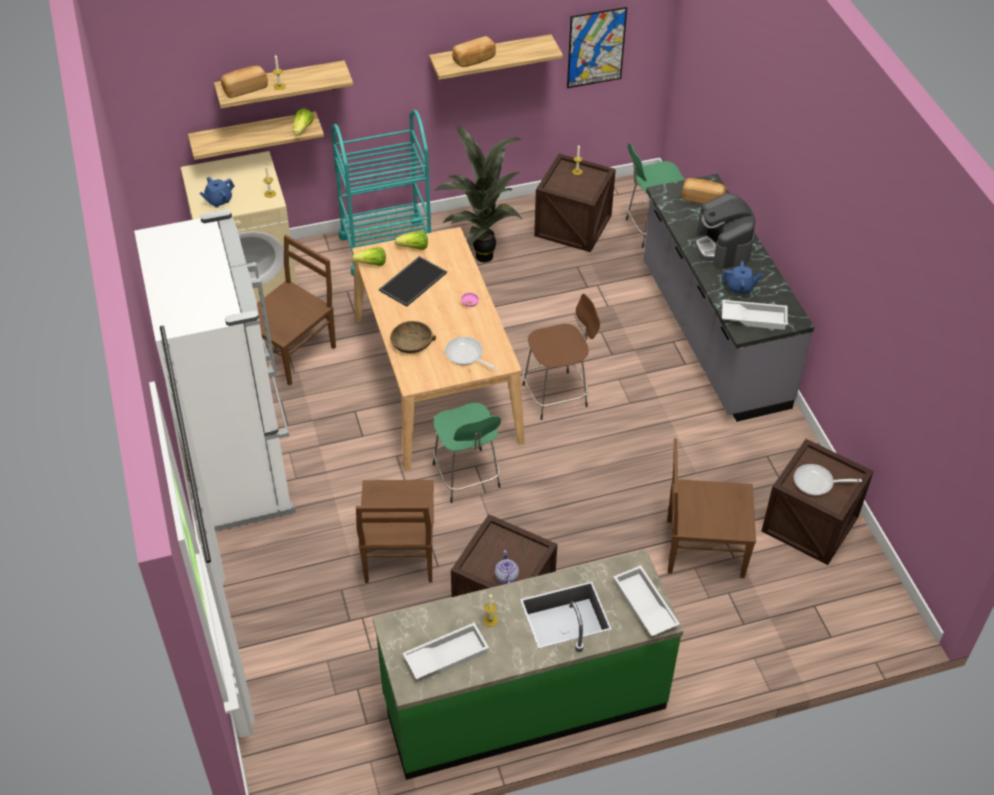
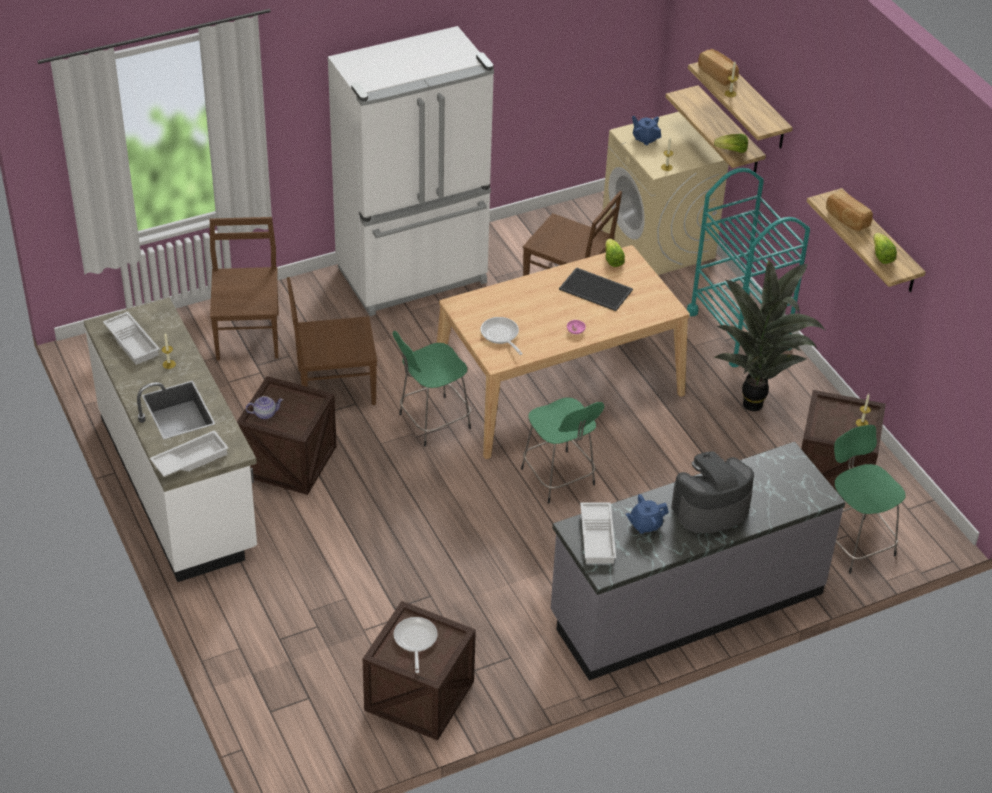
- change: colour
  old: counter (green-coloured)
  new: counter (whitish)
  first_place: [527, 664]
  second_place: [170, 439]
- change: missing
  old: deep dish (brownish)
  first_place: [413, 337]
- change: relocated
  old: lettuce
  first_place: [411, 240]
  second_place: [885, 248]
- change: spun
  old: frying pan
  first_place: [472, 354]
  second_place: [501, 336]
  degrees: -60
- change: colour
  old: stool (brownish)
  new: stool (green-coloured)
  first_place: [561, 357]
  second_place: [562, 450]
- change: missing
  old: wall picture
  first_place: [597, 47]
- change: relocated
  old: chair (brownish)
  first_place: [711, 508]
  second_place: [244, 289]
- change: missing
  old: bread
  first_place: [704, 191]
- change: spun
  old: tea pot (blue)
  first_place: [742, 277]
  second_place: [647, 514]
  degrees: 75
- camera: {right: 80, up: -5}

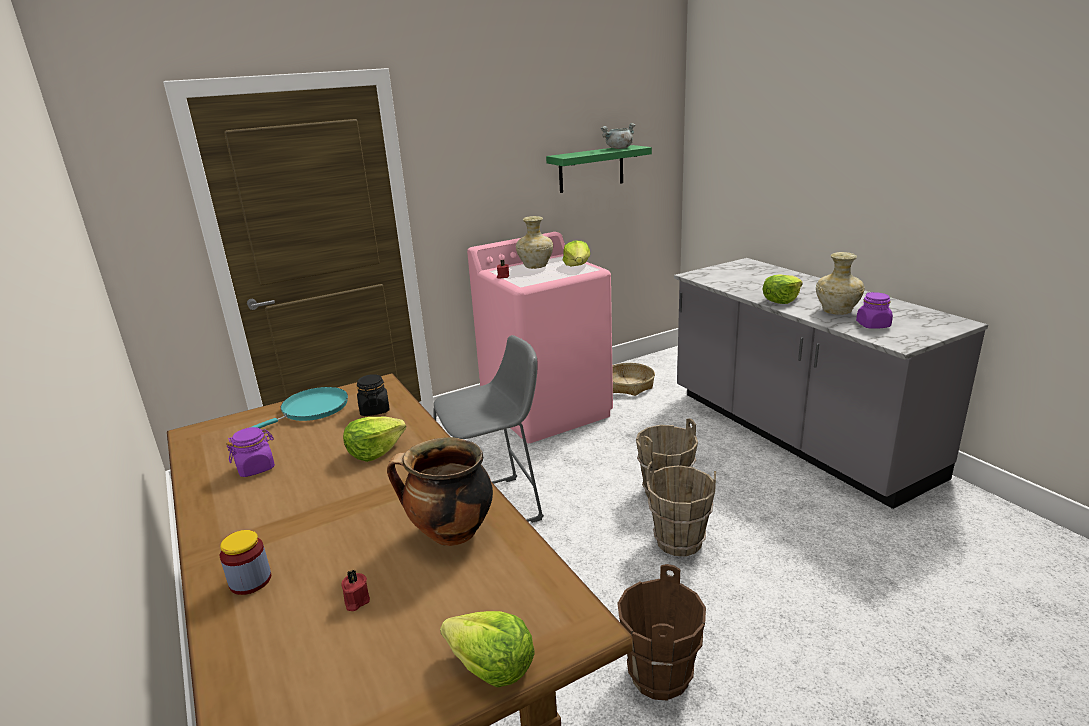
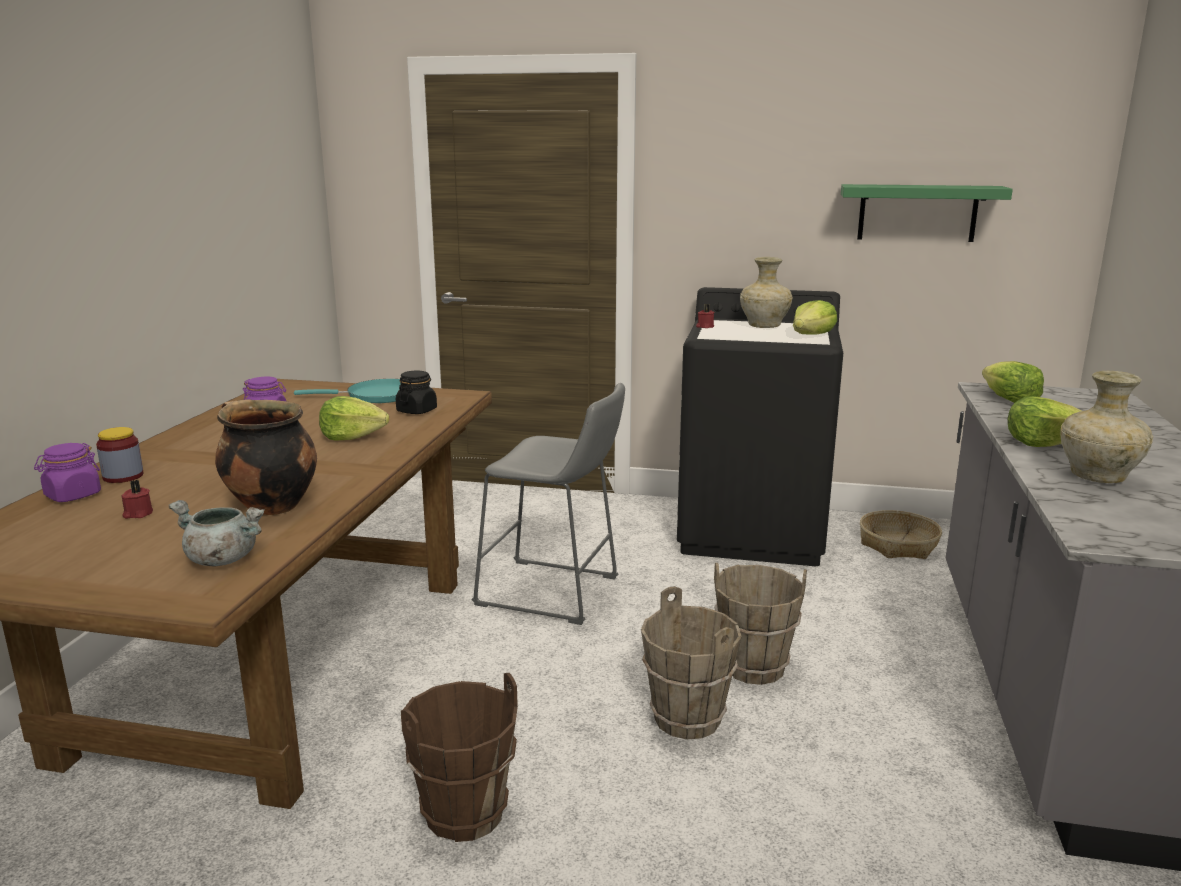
- change: relocated
  old: lettuce
  first_place: [487, 649]
  second_place: [1013, 382]
- change: colour
  old: laundry machine (pink-coloured)
  new: laundry machine (black-coloured)
  first_place: [540, 337]
  second_place: [760, 426]
- change: relocated
  old: saucepot (greyish)
  first_place: [618, 136]
  second_place: [216, 533]
- change: relocated
  old: storage jar (purple-coloured)
  first_place: [874, 310]
  second_place: [67, 472]
- camera: {right: 40, up: -5}

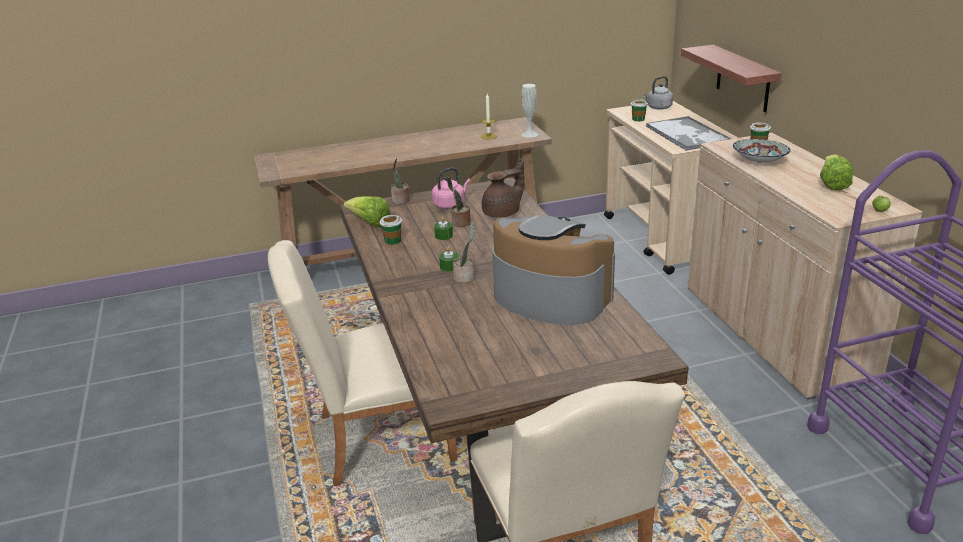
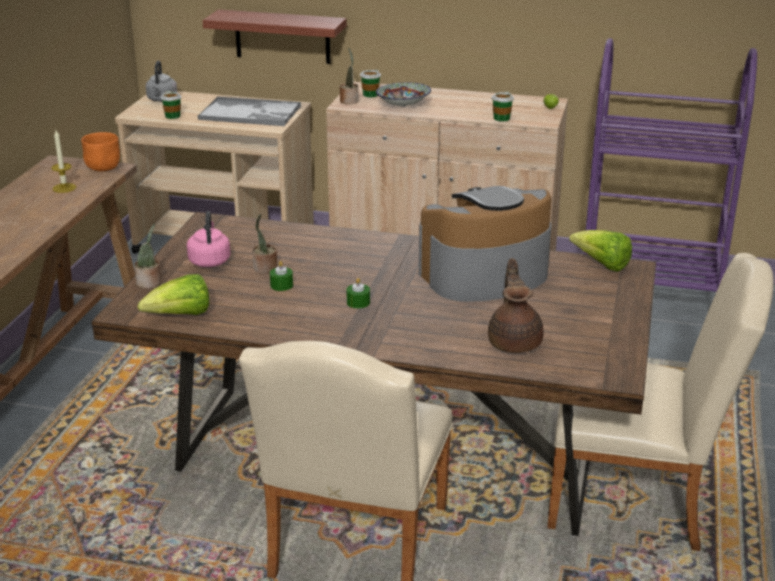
- change: relocated
  old: small cup
  first_place: [391, 230]
  second_place: [503, 107]
- change: relocated
  old: plant in a pot
  first_place: [464, 252]
  second_place: [348, 76]
- change: relocated
  old: tea pot (brownish)
  first_place: [503, 188]
  second_place: [515, 305]
- change: exchanged
  old: vase (whitish)
  new: deep dish (orange)
  first_place: [529, 111]
  second_place: [100, 151]
- change: relocated
  old: lettuce
  first_place: [836, 172]
  second_place: [600, 251]
- camera: {right: -60, up: 0}

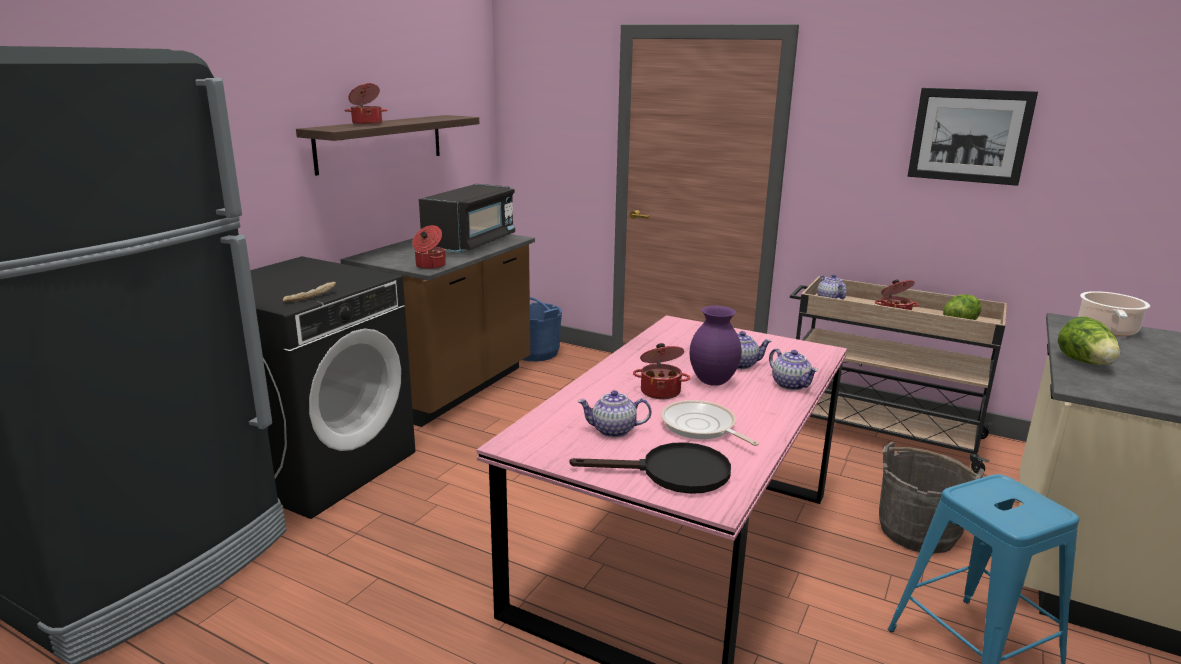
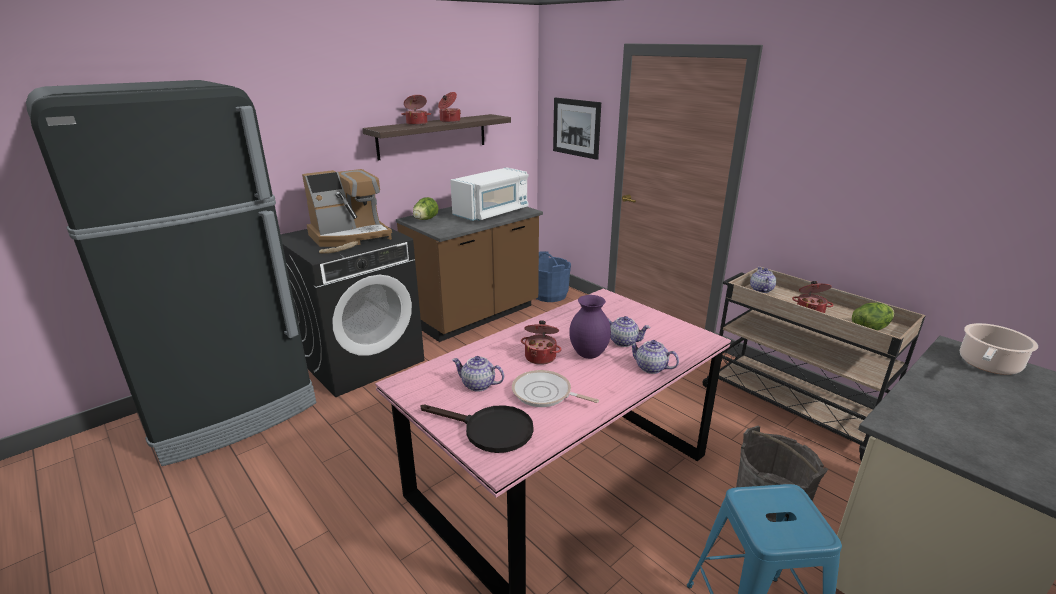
- change: relocated
  old: saucepot
  first_place: [429, 247]
  second_place: [449, 107]
- change: colour
  old: microwave (black-coloured)
  new: microwave (whitish)
  first_place: [467, 218]
  second_place: [489, 194]
- change: spun
  old: frying pan
  first_place: [710, 423]
  second_place: [555, 388]
  degrees: -45
- change: spun
  old: tea pot
  first_place: [793, 369]
  second_place: [654, 357]
  degrees: 135
- change: relocated
  old: wall picture
  first_place: [973, 137]
  second_place: [577, 129]
- change: relocated
  old: lettuce
  first_place: [1089, 340]
  second_place: [425, 208]
- change: appeared
  new: coffee maker
  second_place: [347, 208]
- camera: {right: 20, up: 5}

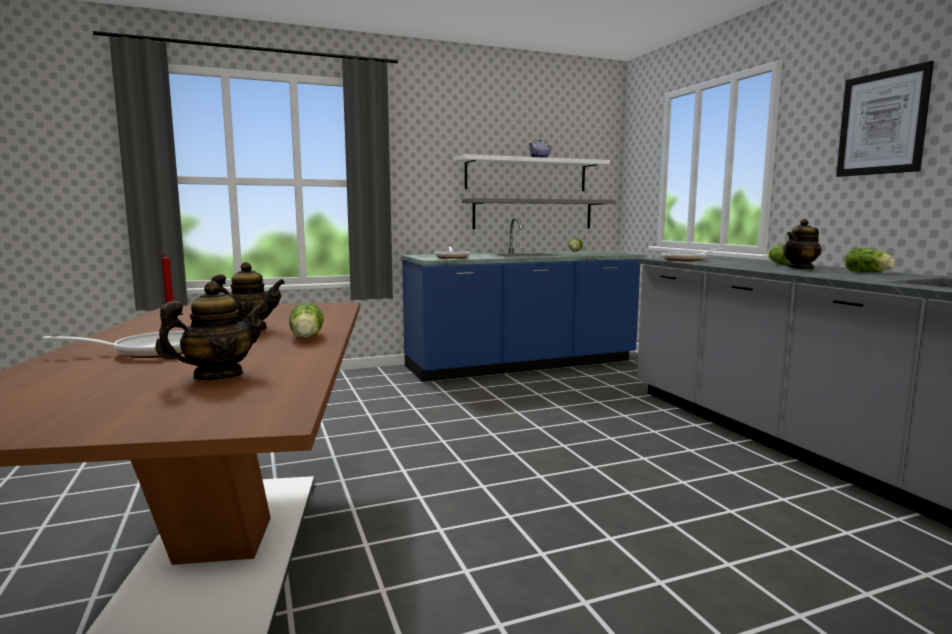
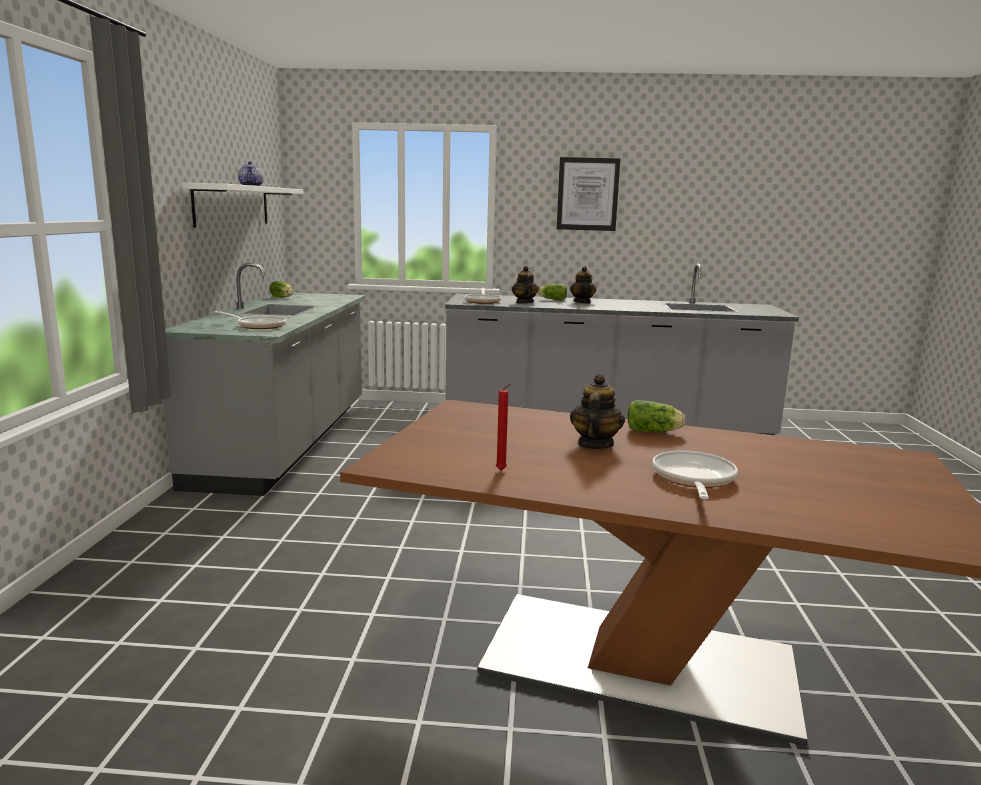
- change: relocated
  old: tea pot
  first_place: [211, 330]
  second_place: [525, 285]
- change: colour
  old: counter (blue)
  new: counter (greyish)
  first_place: [523, 299]
  second_place: [264, 379]
- change: missing
  old: bracket shelf (greyish)
  first_place: [539, 214]
- change: missing
  old: lettuce
  first_place: [870, 260]
- camera: {right: -65, up: 5}

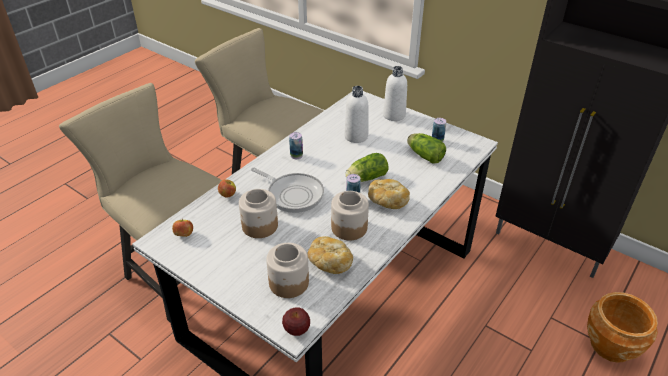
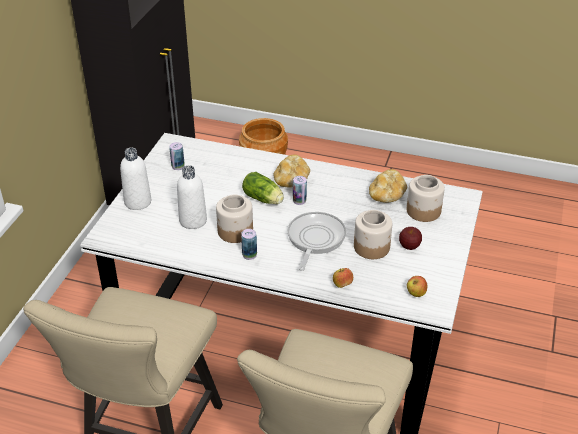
- change: relocated
  old: apple
  first_place: [296, 321]
  second_place: [410, 238]
- change: relocated
  old: storage jar
  first_place: [350, 215]
  second_place: [234, 218]
- change: missing
  old: lettuce
  first_place: [426, 148]
- camera: {right: -110, up: 0}

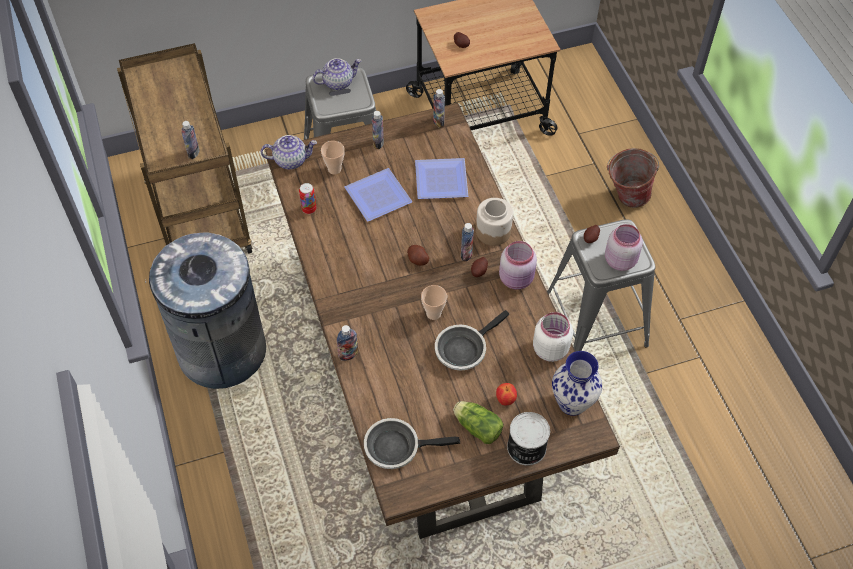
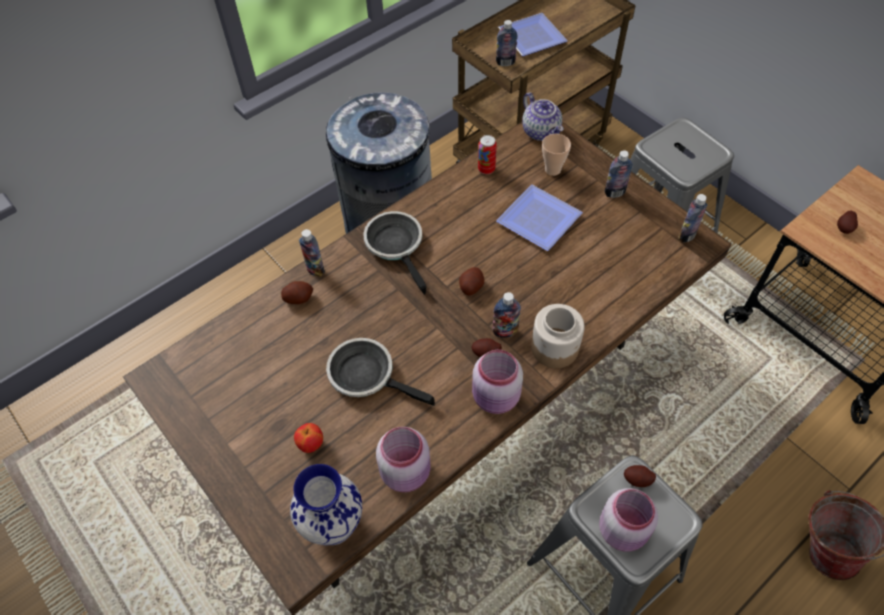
- change: missing
  old: tea pot
  first_place: [337, 74]
- change: relocated
  old: frying pan
  first_place: [412, 443]
  second_place: [395, 253]
- change: relocated
  old: plate
  first_place: [441, 178]
  second_place: [533, 34]
- change: missing
  old: small cup
  first_place: [434, 302]
- change: missing
  old: lettuce
  first_place: [478, 422]
- change: missing
  old: metal can
  first_place: [528, 439]
- change: colour
  old: storage jar (whitish)
  new: storage jar (pink-coloured)
  first_place: [553, 337]
  second_place: [403, 459]
- change: appeared
  new: spud
  second_place: [297, 292]
- camera: {right: 70, up: 0}

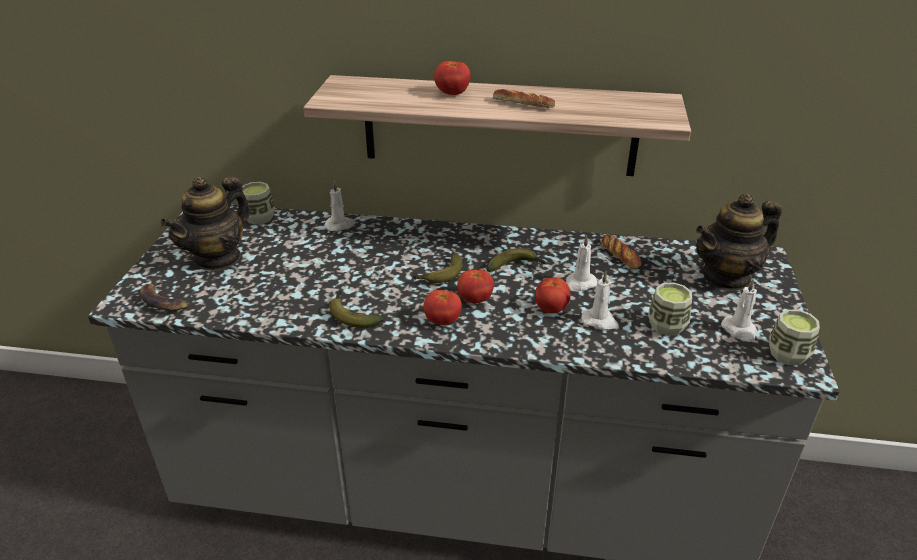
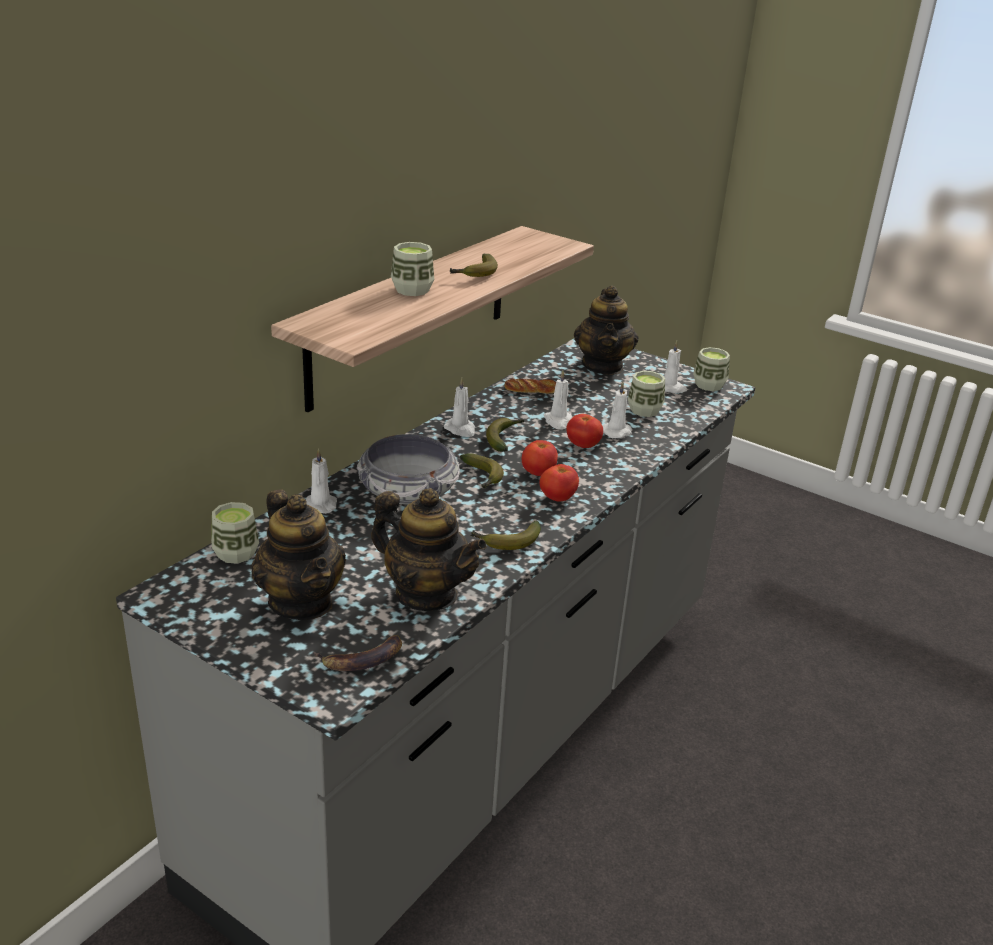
- change: exchanged
  old: whole tomato
  new: small cup
  first_place: [452, 78]
  second_place: [412, 269]
- change: exchanged
  old: bread
  new: banana fruit
  first_place: [524, 98]
  second_place: [474, 265]
- change: appeared
  new: deep dish
  second_place: [408, 469]
- change: appeared
  new: tea pot
  second_place: [429, 549]
- change: appeared
  new: candle (whitish)
  second_place: [459, 407]
- camera: {right: -65, up: -5}

